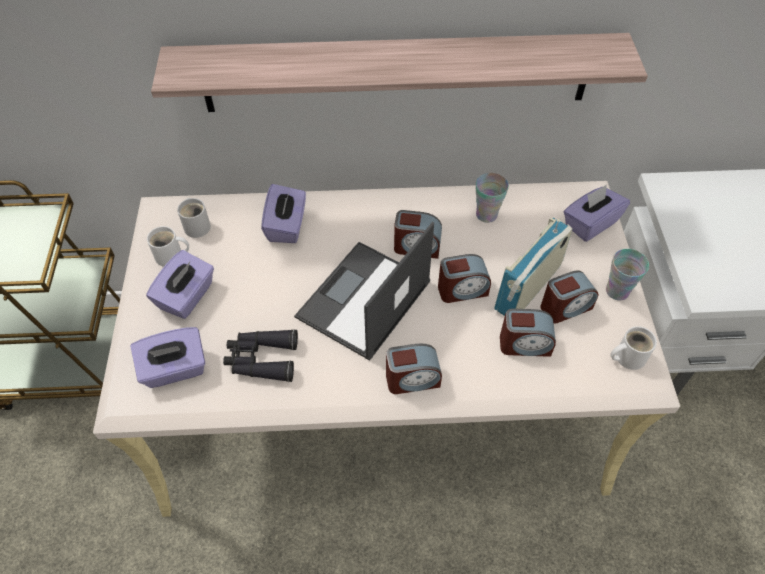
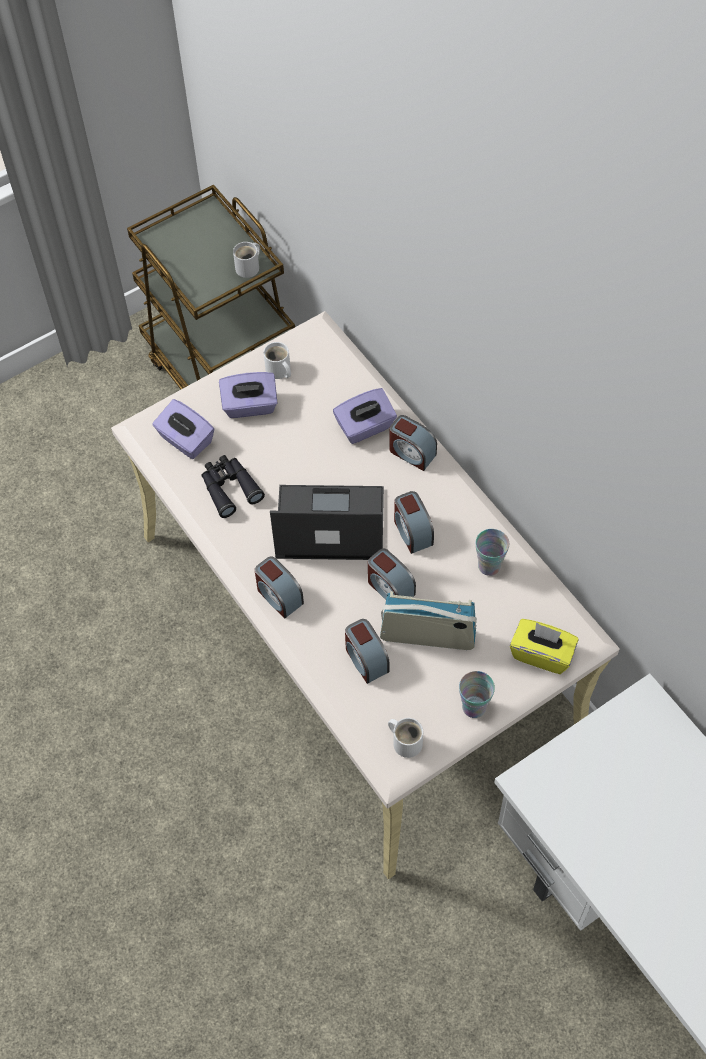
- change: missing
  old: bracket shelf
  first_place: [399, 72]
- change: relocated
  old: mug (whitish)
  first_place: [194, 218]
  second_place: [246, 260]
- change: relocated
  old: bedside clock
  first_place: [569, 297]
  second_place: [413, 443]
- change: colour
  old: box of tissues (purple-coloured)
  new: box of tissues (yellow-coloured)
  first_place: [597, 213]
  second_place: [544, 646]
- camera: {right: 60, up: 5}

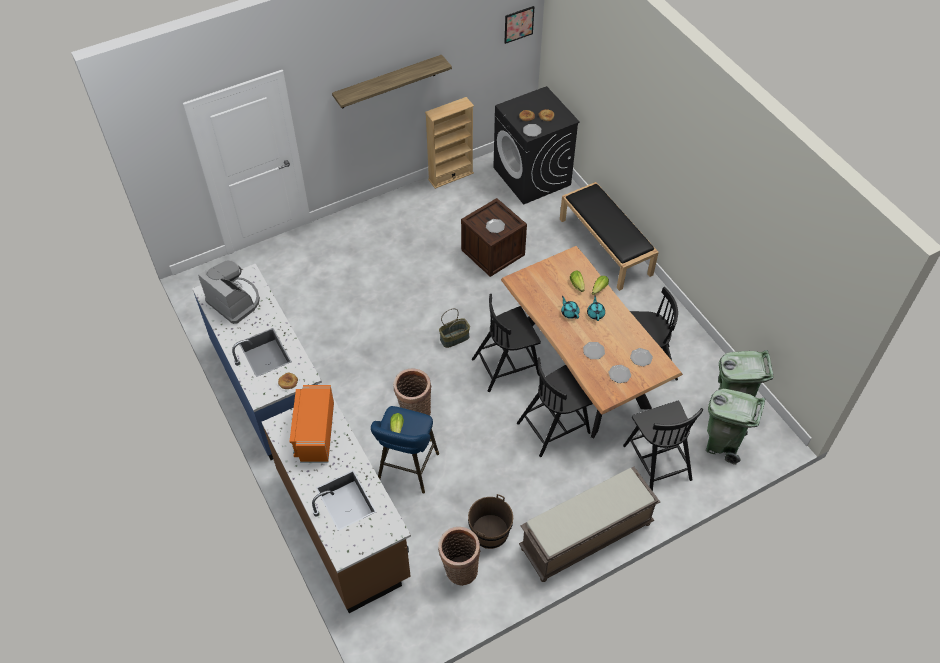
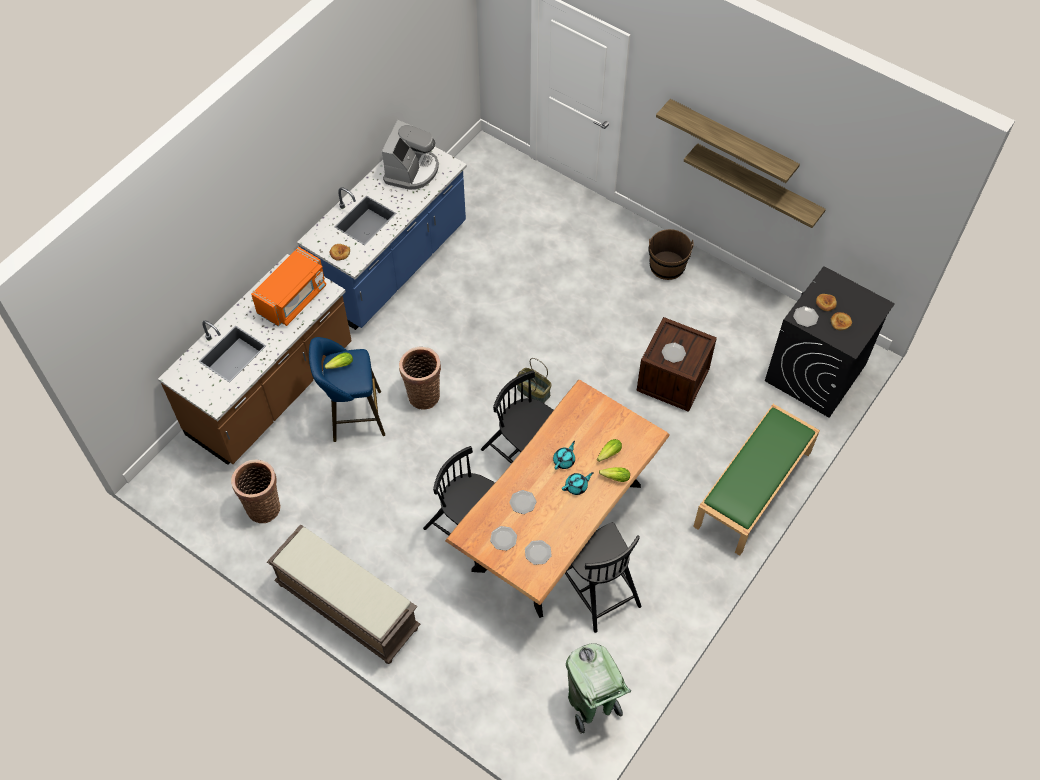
- change: spun
  old: microwave (orange)
  first_place: [312, 423]
  second_place: [288, 287]
  degrees: 150
- change: missing
  old: bookshelf (beige-coloured)
  first_place: [449, 143]
- change: relocated
  old: water bucket (brownish)
  first_place: [490, 521]
  second_place: [671, 254]
- change: missing
  old: wall picture
  first_place: [519, 25]
- change: colour
  old: indoor bench (black-coloured)
  new: indoor bench (green-coloured)
  first_place: [609, 236]
  second_place: [756, 480]
- change: missing
  old: chair (black-coloured)
  first_place: [663, 446]
- change: missing
  old: waste bin (green-coloured)
  first_place: [735, 427]
- change: appeared
  new: bracket shelf
  second_place: [755, 185]
- camera: {right: 65, up: 5}

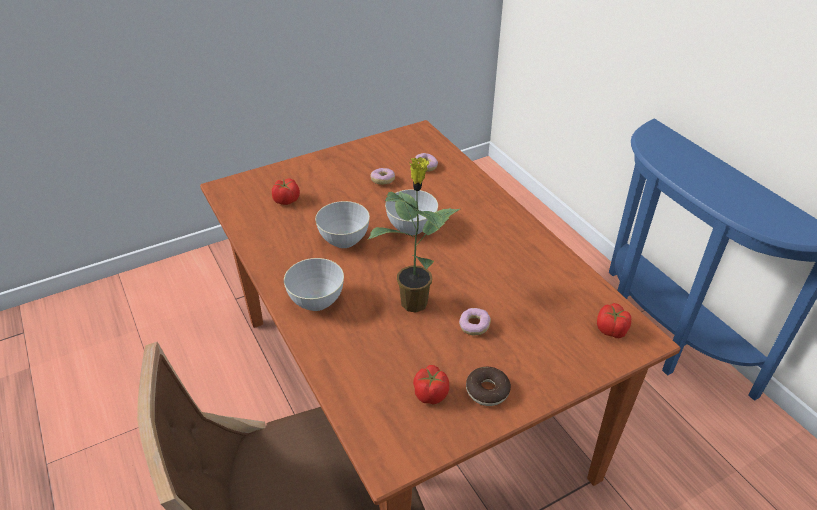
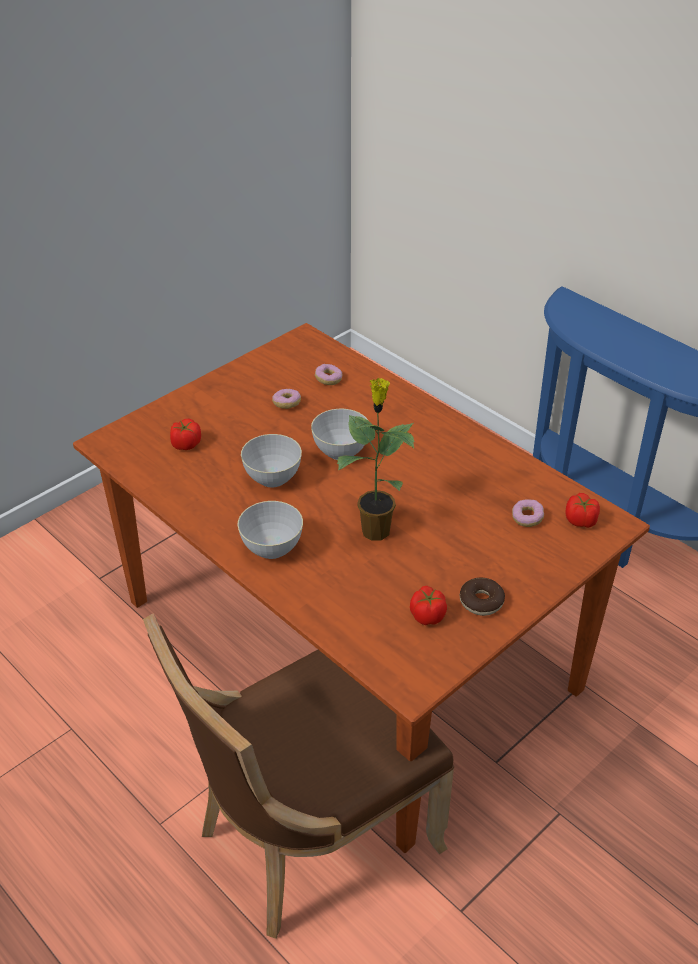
- change: relocated
  old: doughnut
  first_place: [475, 321]
  second_place: [528, 513]
- camera: {right: -15, up: 0}

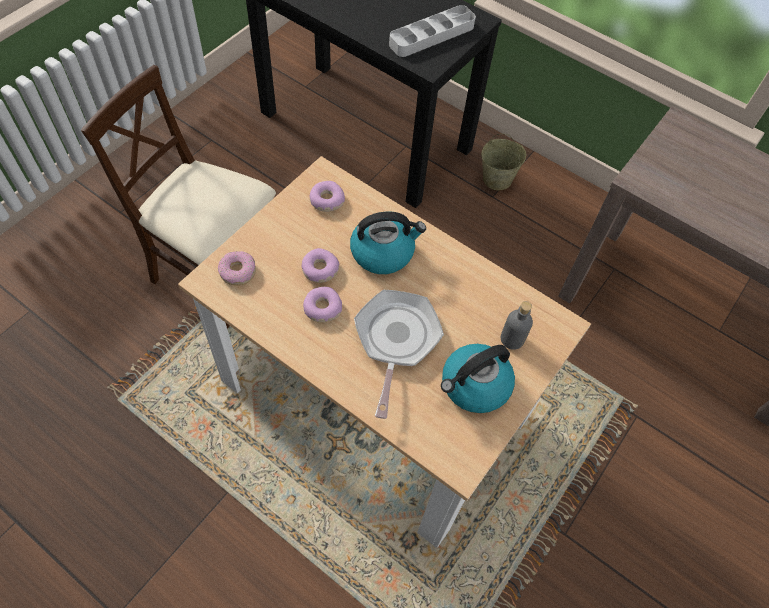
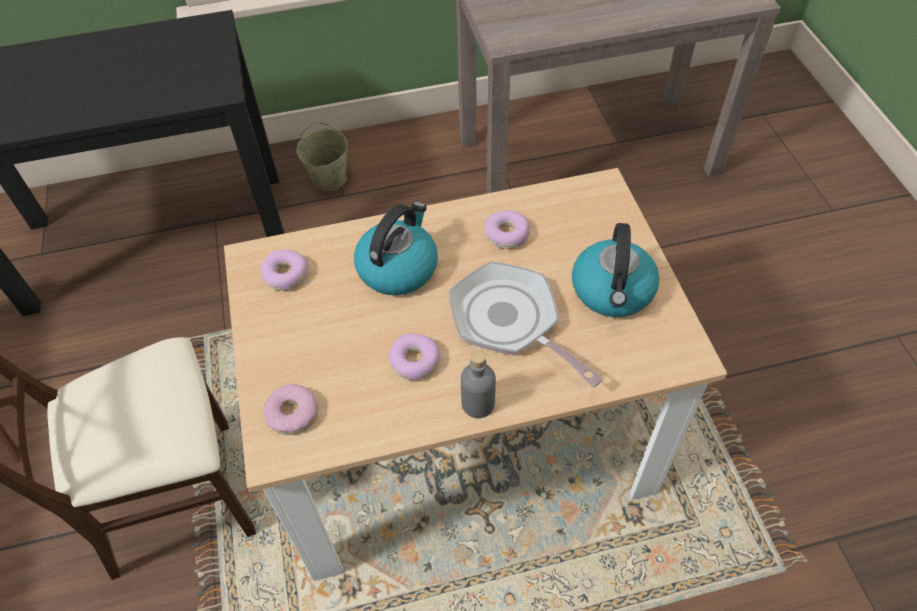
- change: relocated
  old: doughnut
  first_place: [320, 265]
  second_place: [507, 229]
- change: missing
  old: tray (greyish)
  first_place: [432, 31]
- change: relocated
  old: drink bottle (greyish)
  first_place: [517, 325]
  second_place: [478, 384]
- camera: {right: -45, up: -5}

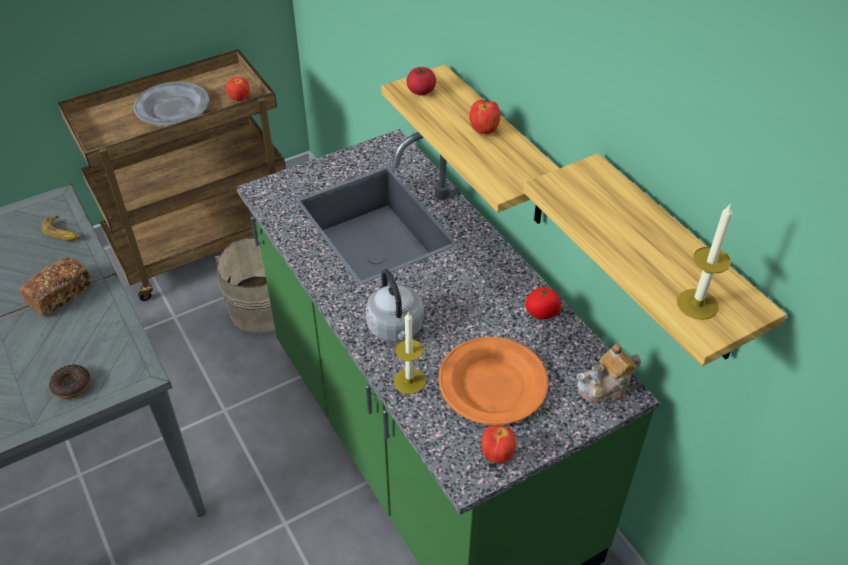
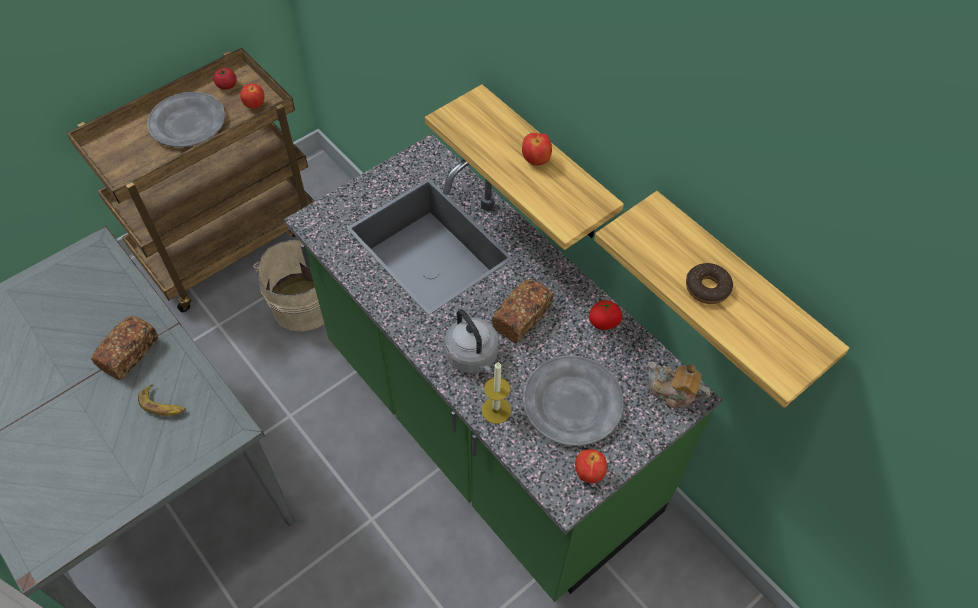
- change: relocated
  old: banana fruit
  first_place: [61, 228]
  second_place: [162, 400]
- change: relocated
  old: doughnut
  first_place: [70, 382]
  second_place: [709, 283]
- change: relocated
  old: whole tomato
  first_place: [421, 81]
  second_place: [225, 79]
- change: colour
  old: plate (orange)
  new: plate (greyish)
  first_place: [493, 381]
  second_place: [573, 400]
- change: spun
  old: tea pot
  first_place: [608, 373]
  second_place: [679, 385]
  degrees: 60
- change: missing
  old: candle
  first_place: [704, 261]
- change: appeared
  new: bread
  second_place: [522, 311]
- camera: {right: -10, up: 10}

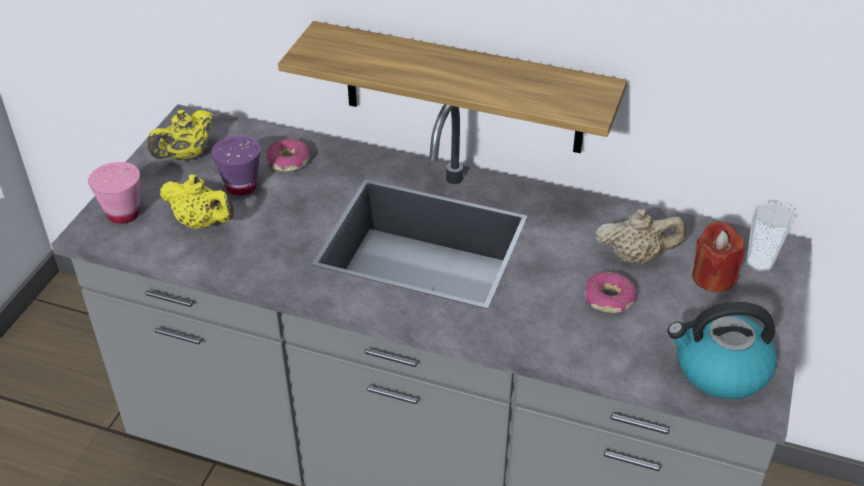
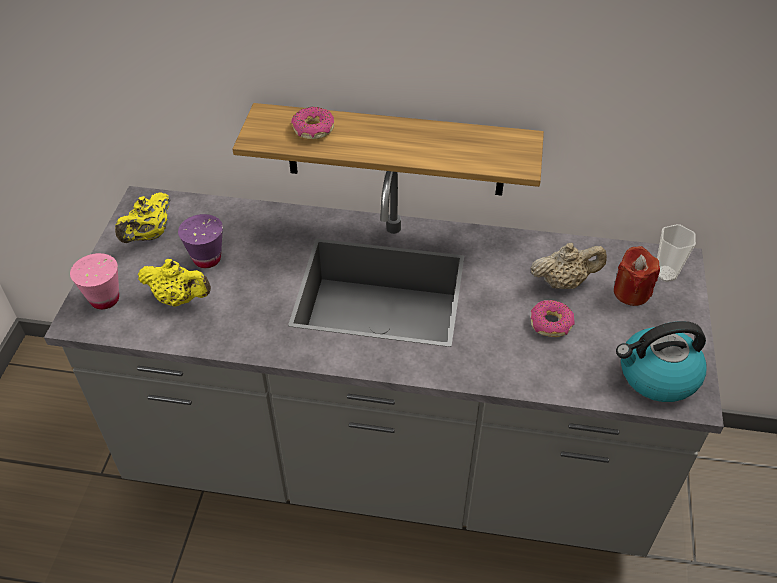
- change: relocated
  old: doughnut
  first_place: [288, 155]
  second_place: [312, 123]
- camera: {right: -10, up: 5}

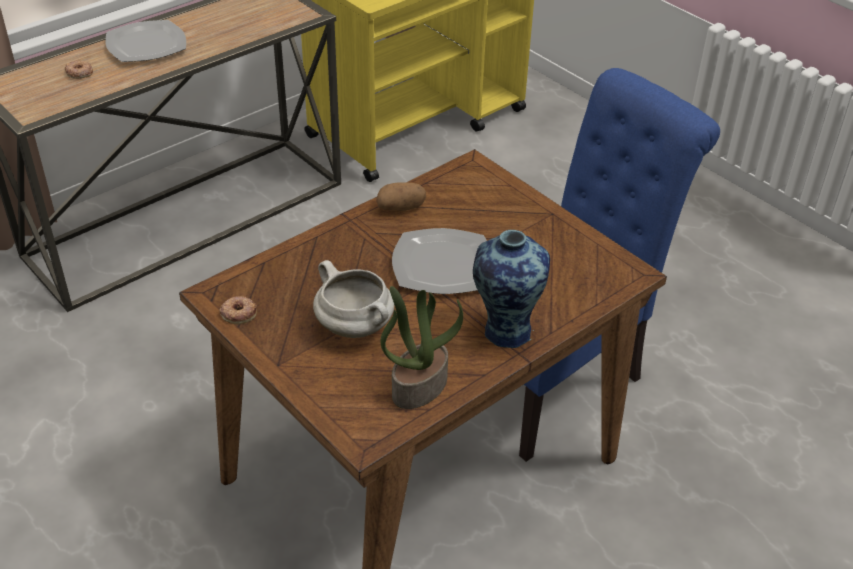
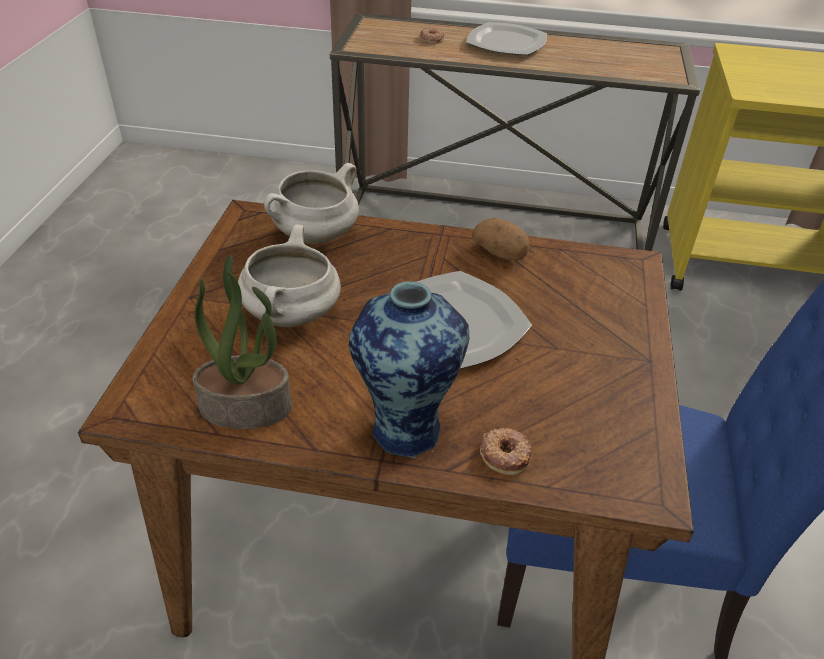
- change: relocated
  old: doughnut
  first_place: [238, 310]
  second_place: [506, 451]
- change: appeared
  new: saucepot (whitish)
  second_place: [311, 203]
- camera: {right: 50, up: 0}

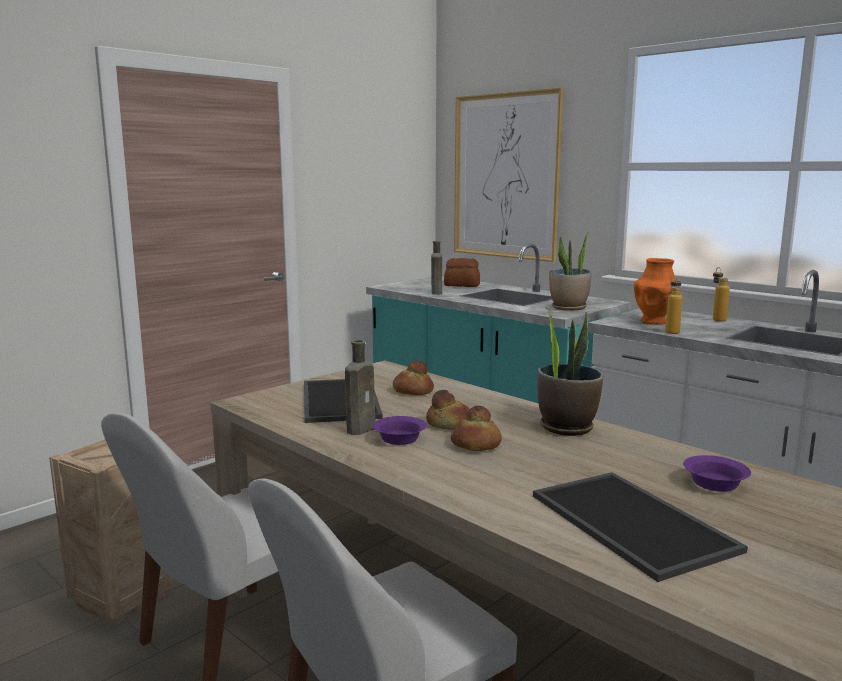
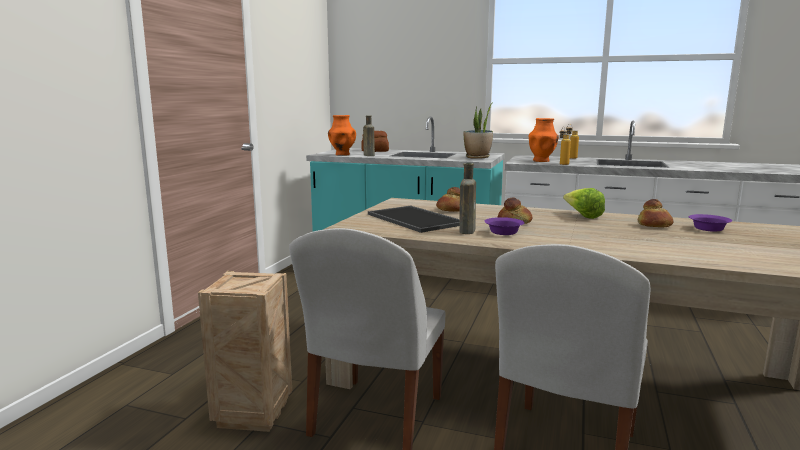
- change: relocated
  old: bread
  first_place: [476, 428]
  second_place: [655, 213]
- change: missing
  old: wall picture
  first_place: [509, 174]
- change: missing
  old: tray
  first_place: [640, 527]
- change: exchanged
  old: plant in a pot
  new: lettuce
  first_place: [570, 371]
  second_place: [584, 203]
- change: appeared
  new: vase (orange)
  second_place: [342, 135]
- camera: {right: -25, up: 0}

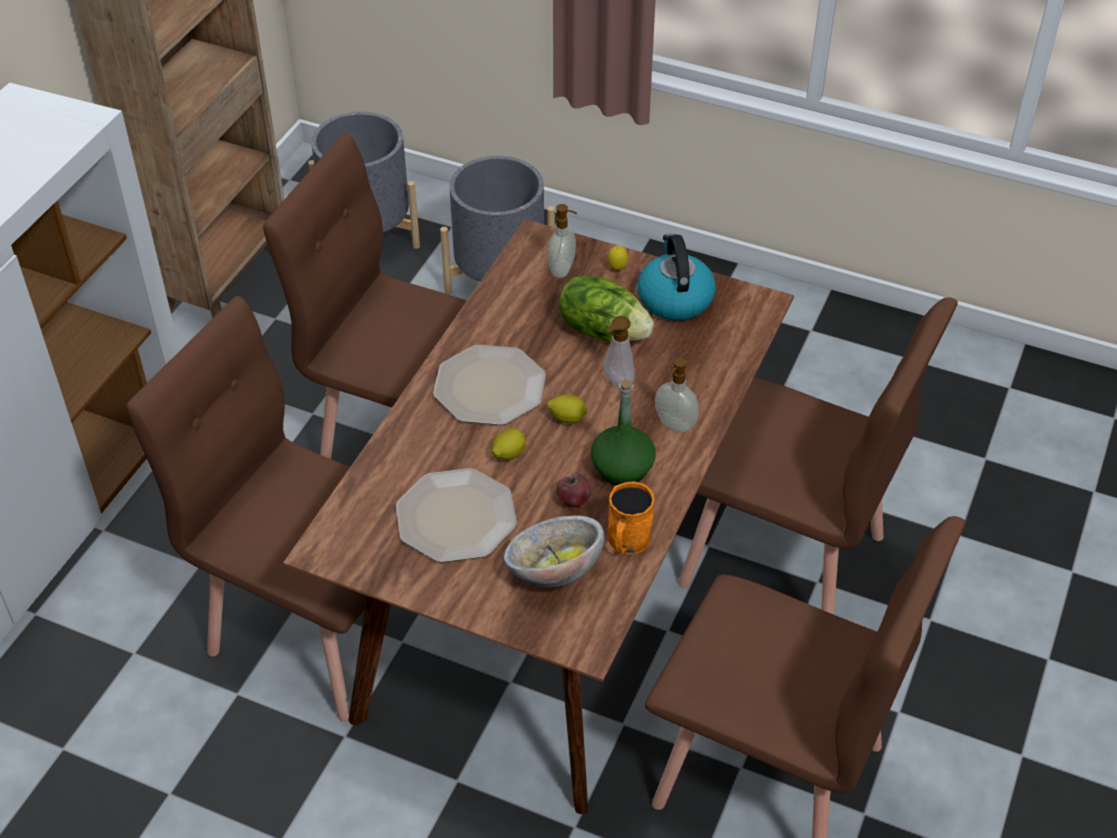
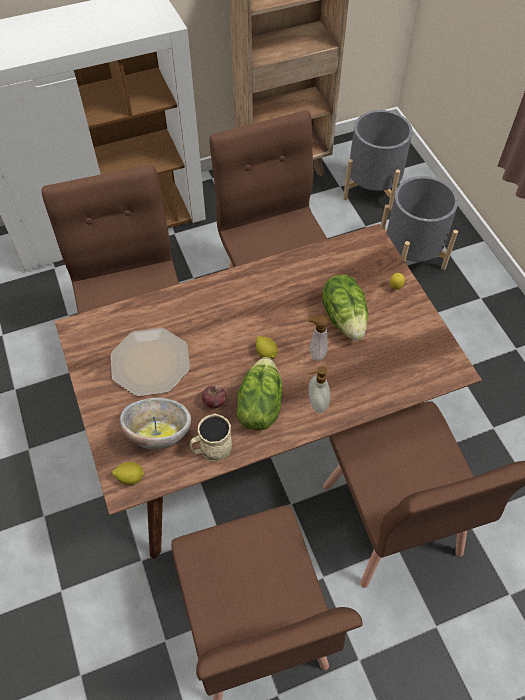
- change: missing
  old: plate
  first_place: [489, 385]
- change: relocated
  old: lemon
  first_place: [508, 444]
  second_place: [128, 473]
- change: missing
  old: liquid soap bottle
  first_place: [562, 241]
- change: exchanged
  old: drink bottle (green-coloured)
  new: lettuce
  first_place: [623, 432]
  second_place: [260, 393]
- change: colour
  old: mug (orange)
  new: mug (beige-coloured)
  first_place: [631, 517]
  second_place: [211, 438]
- change: missing
  old: water kettle
  first_place: [676, 277]
- camera: {right: 45, up: 10}

